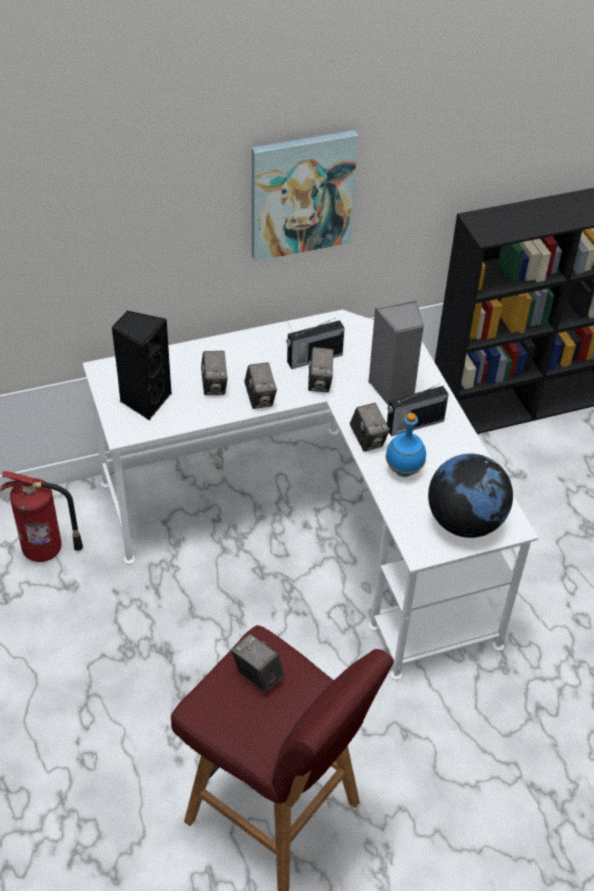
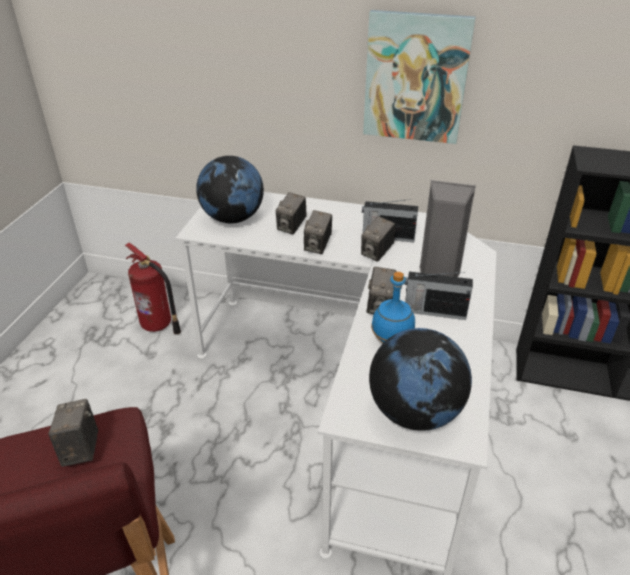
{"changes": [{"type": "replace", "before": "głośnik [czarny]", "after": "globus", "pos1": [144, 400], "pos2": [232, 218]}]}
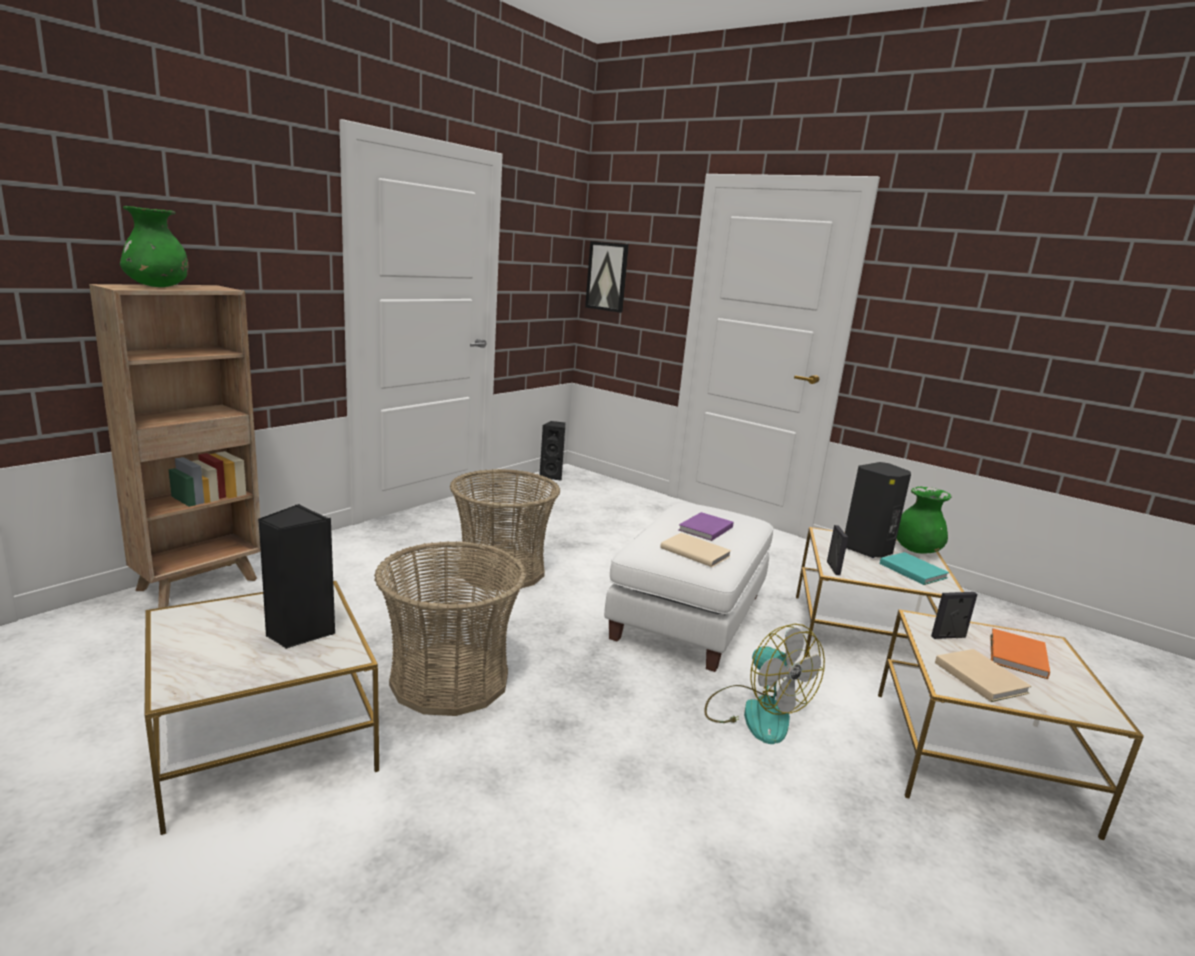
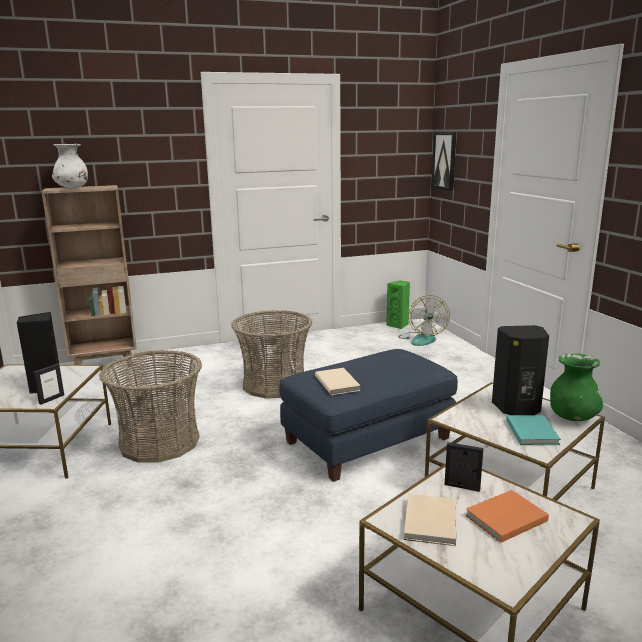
{"changes": [{"type": "move", "before": "ramka na zdjęcie", "pos1": [833, 568], "pos2": [51, 399]}, {"type": "recolor", "before": "wazon [zielony]", "after": "wazon [biały]", "pos1": [157, 287], "pos2": [72, 188]}, {"type": "recolor", "before": "pufa [biały]", "after": "pufa [niebieski]", "pos1": [688, 616], "pos2": [367, 440]}, {"type": "recolor", "before": "głośnik [czarny]", "after": "głośnik [zielony]", "pos1": [552, 476], "pos2": [398, 325]}, {"type": "move", "before": "wentylator", "pos1": [755, 713], "pos2": [422, 339]}, {"type": "delete", "before": "książka [fioletowy]", "pos1": [704, 529]}]}
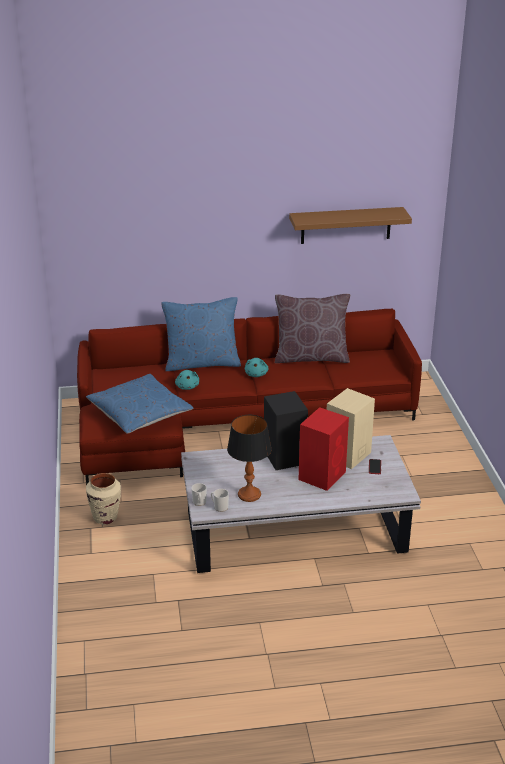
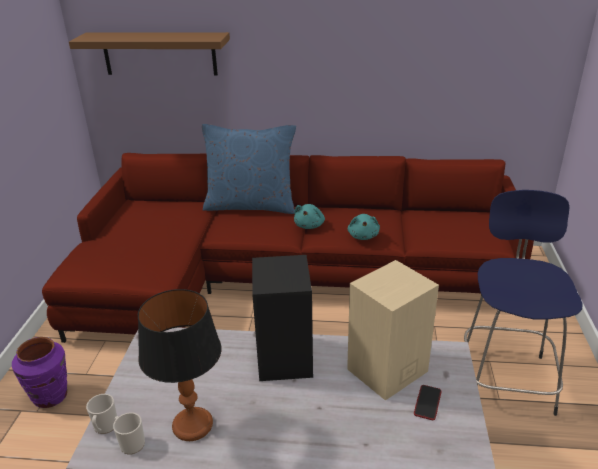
{"changes": [{"type": "recolor", "before": "wazon [beżowy]", "after": "wazon [fioletowy]", "pos1": [105, 517], "pos2": [51, 396]}, {"type": "move", "before": "półka [brązowy]", "pos1": [346, 225], "pos2": [159, 53]}, {"type": "move", "before": "pluszak [turkusowy]", "pos1": [187, 386], "pos2": [363, 236]}, {"type": "insert", "after": "stołek [niebieski]", "pos2": [506, 377]}, {"type": "delete", "before": "poduszka [niebieski]", "pos1": [140, 414]}, {"type": "delete", "before": "poduszka [brązowy]", "pos1": [311, 357]}, {"type": "delete", "before": "głośnik [czerwony]", "pos1": [322, 475]}]}
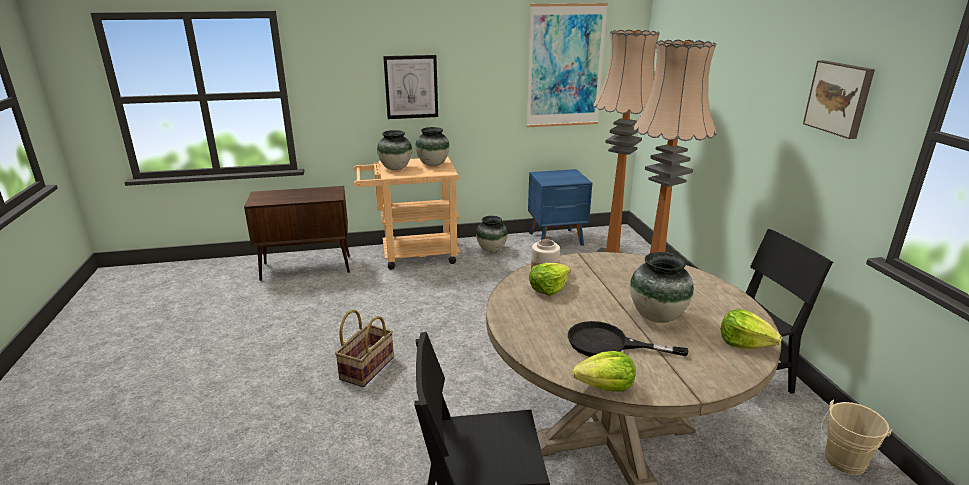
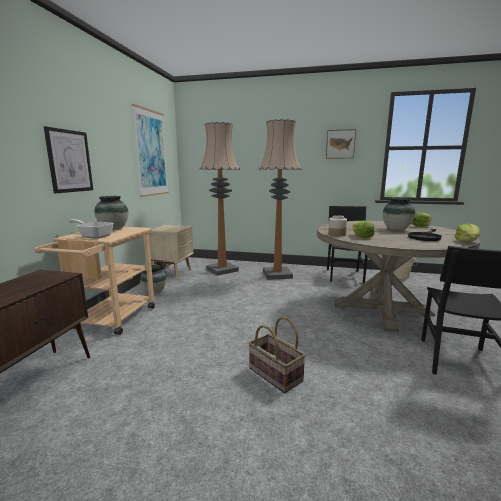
{"changes": [{"type": "replace", "before": "wazon", "after": "patelnia", "pos1": [396, 168], "pos2": [94, 236]}, {"type": "recolor", "before": "szafka nocna [niebieski]", "after": "szafka nocna [beżowy]", "pos1": [557, 239], "pos2": [173, 273]}]}
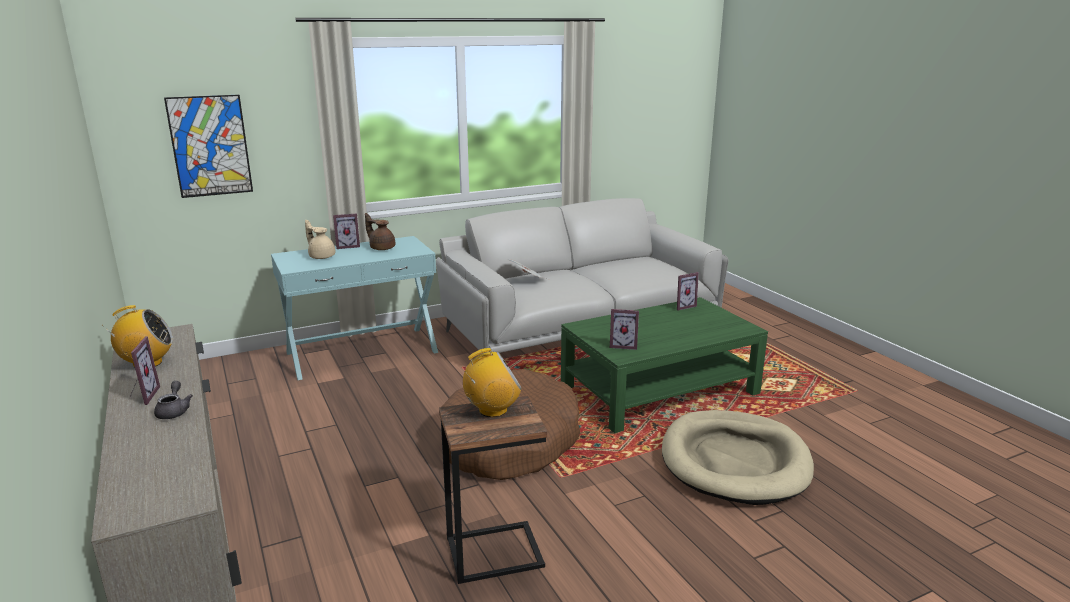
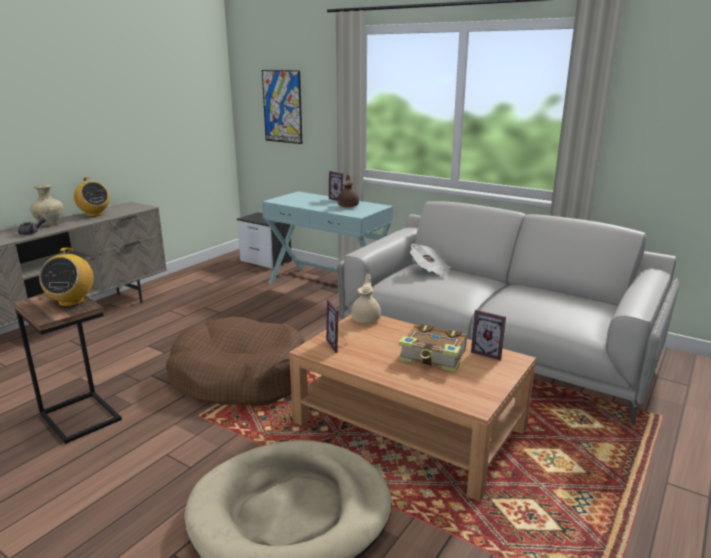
{"changes": [{"type": "replace", "before": "ramka na zdjęcie", "after": "wazon [beżowy]", "pos1": [142, 396], "pos2": [50, 224]}, {"type": "rotate", "before": "radio", "pos1": [492, 410], "pos2": [71, 301], "turn": 45}, {"type": "insert", "after": "szafka nocna", "pos2": [266, 261]}, {"type": "recolor", "before": "ława [zielony]", "after": "ława [brązowy]", "pos1": [659, 389], "pos2": [409, 425]}, {"type": "move", "before": "imbryk [beżowy]", "pos1": [321, 256], "pos2": [366, 318]}, {"type": "insert", "after": "książka", "pos2": [433, 357]}]}
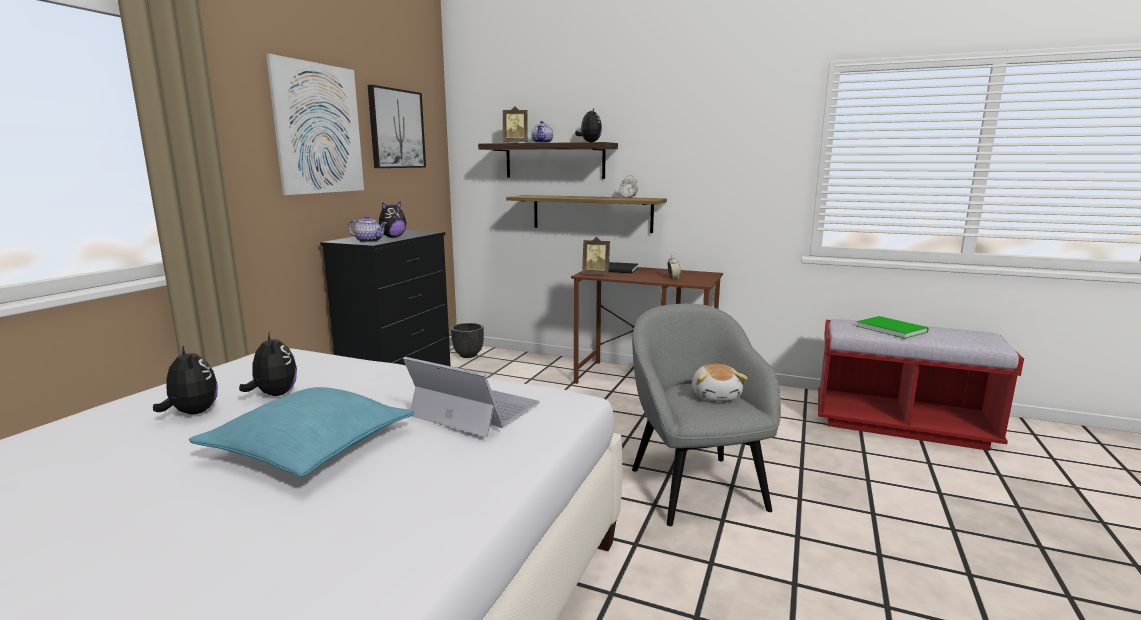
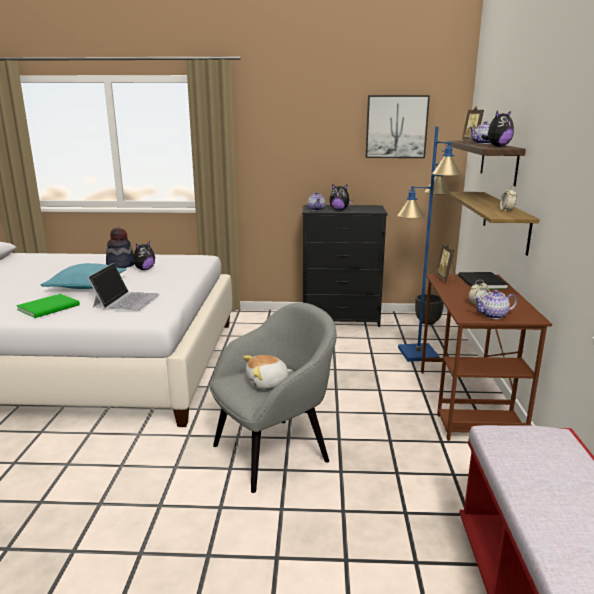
{"changes": [{"type": "move", "before": "książka [zielony]", "pos1": [890, 328], "pos2": [50, 307]}, {"type": "replace", "before": "pluszak", "after": "kapelusz", "pos1": [192, 413], "pos2": [121, 265]}, {"type": "insert", "after": "lampa stojąca [niebieski]", "pos2": [417, 354]}, {"type": "insert", "after": "imbryk", "pos2": [493, 315]}, {"type": "delete", "before": "obraz", "pos1": [319, 129]}]}
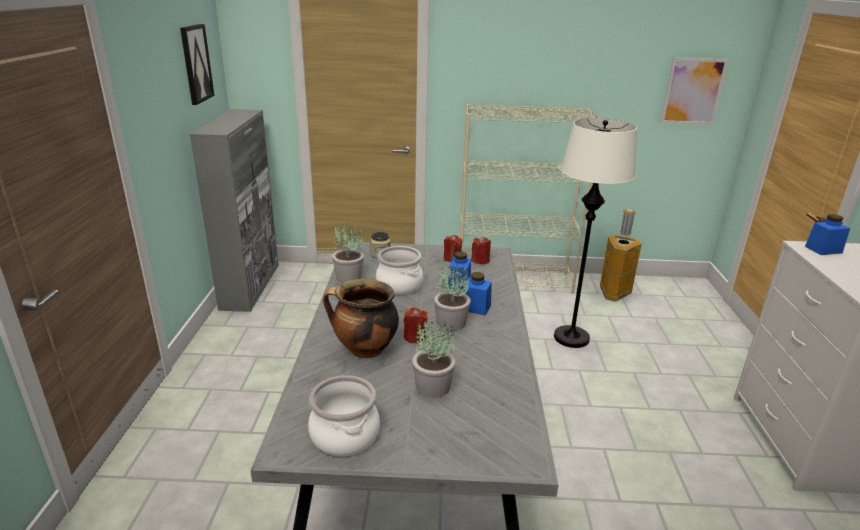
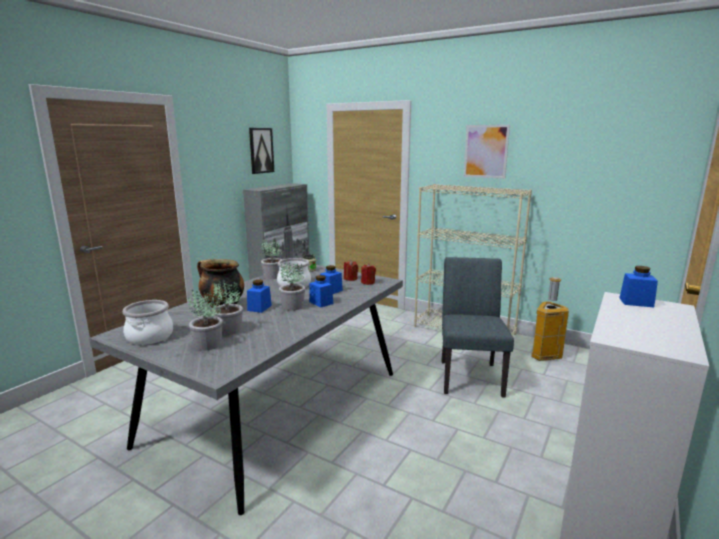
{"changes": [{"type": "insert", "after": "roślina doniczkowa", "pos2": [207, 344]}, {"type": "replace", "before": "świeca [czerwony]", "after": "słoik [niebieski]", "pos1": [415, 337], "pos2": [259, 308]}, {"type": "replace", "before": "lampa stojąca [biały]", "after": "krzesło [szary]", "pos1": [571, 337], "pos2": [470, 375]}, {"type": "move", "before": "obraz", "pos1": [693, 91], "pos2": [486, 151]}]}
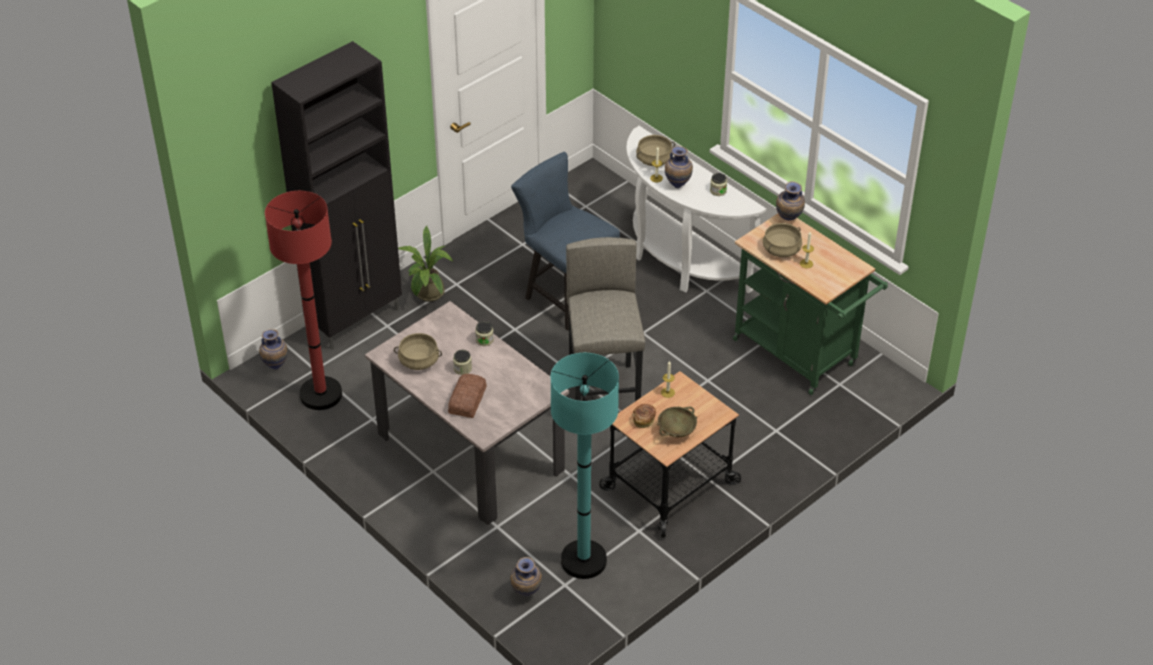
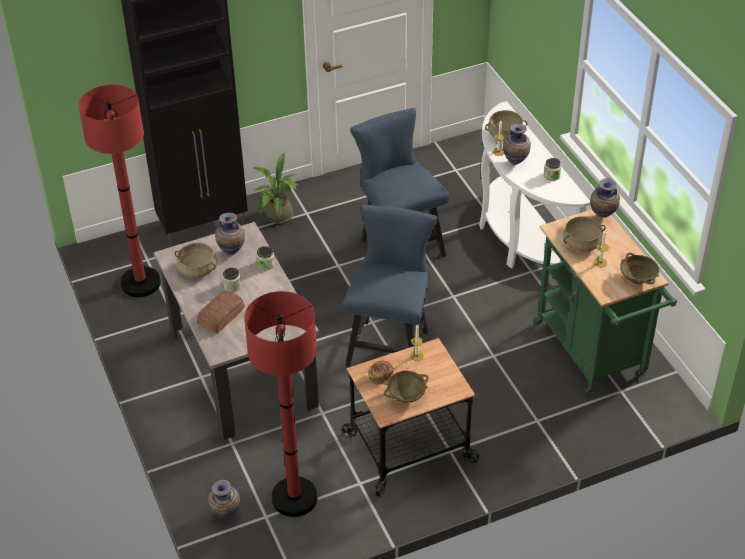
{"changes": [{"type": "move", "before": "wazon", "pos1": [276, 366], "pos2": [232, 252]}, {"type": "recolor", "before": "lampa stojąca [turkusowy]", "after": "lampa stojąca [czerwony]", "pos1": [583, 560], "pos2": [294, 498]}, {"type": "replace", "before": "stołek [szary]", "after": "krzesło [niebieski]", "pos1": [604, 393], "pos2": [390, 344]}, {"type": "insert", "after": "miska [beżowy]", "pos2": [637, 279]}]}
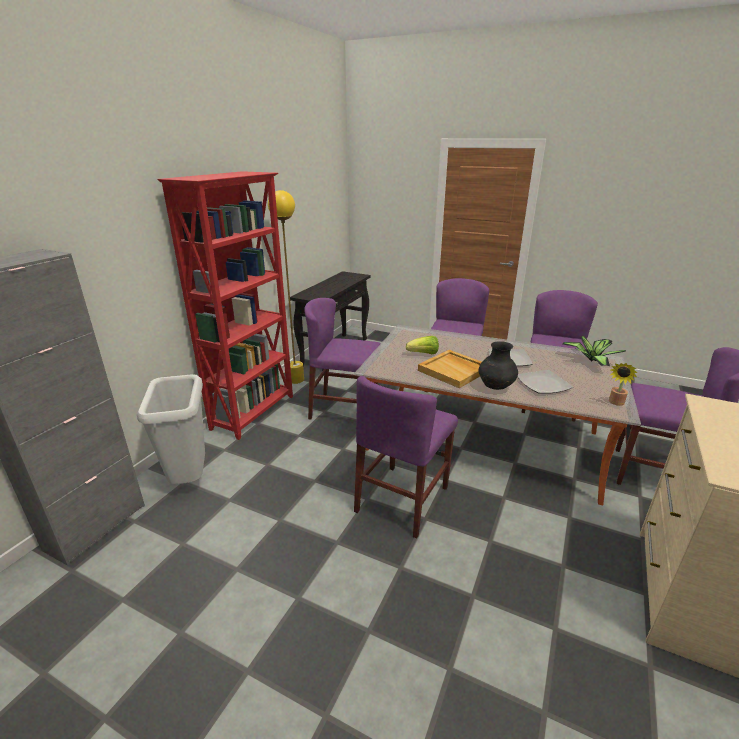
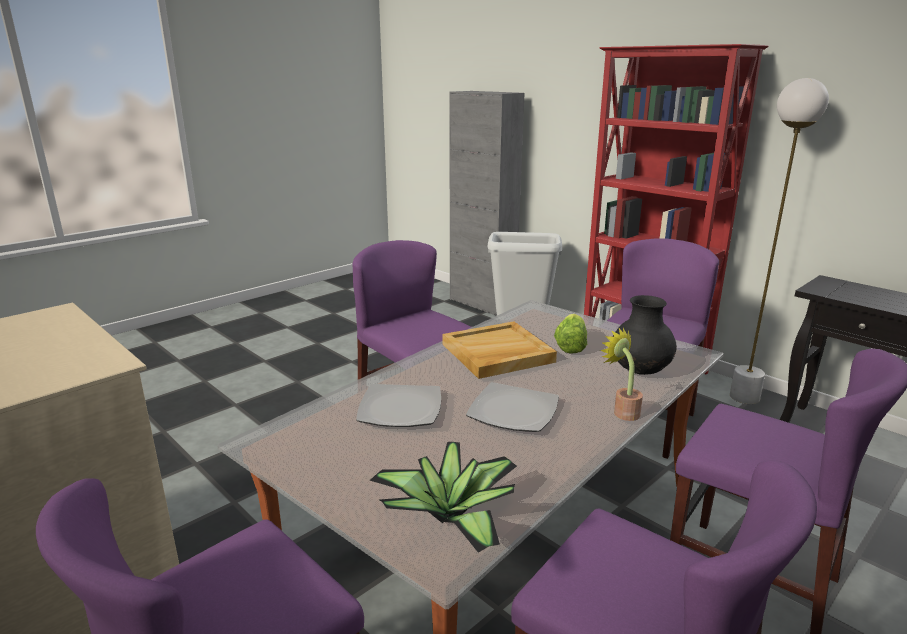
{"changes": [{"type": "move", "before": "roślina doniczkowa", "pos1": [615, 403], "pos2": [622, 411]}, {"type": "move", "before": "wazon [czarny]", "pos1": [495, 387], "pos2": [640, 371]}, {"type": "recolor", "before": "lampa stojąca [żółty]", "after": "lampa stojąca [biały]", "pos1": [296, 380], "pos2": [744, 397]}]}
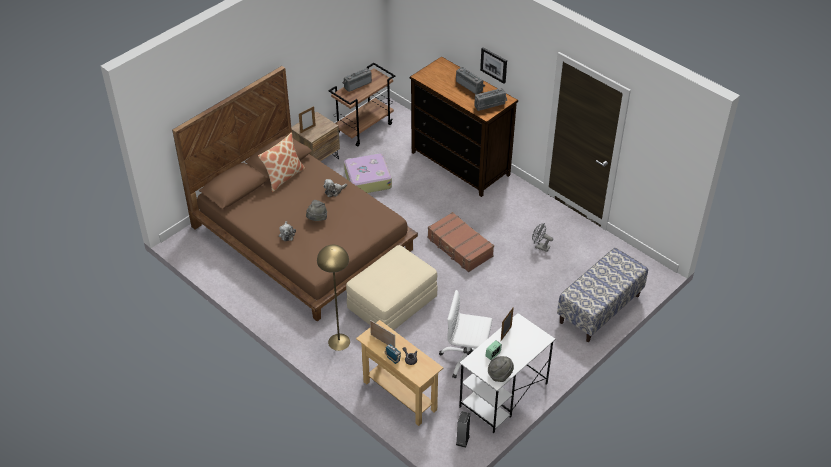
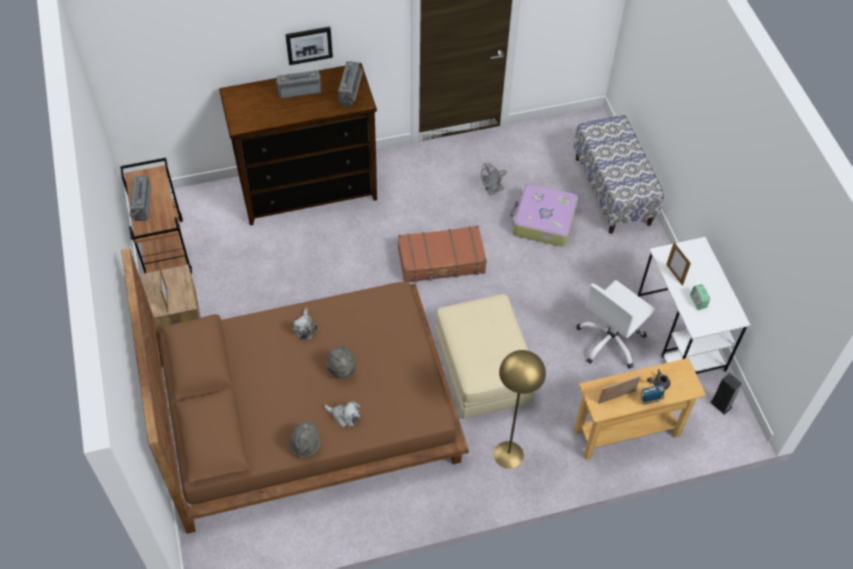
{"changes": [{"type": "move", "before": "kapelusz [szary]", "pos1": [500, 374], "pos2": [306, 445]}, {"type": "move", "before": "walizka", "pos1": [367, 179], "pos2": [543, 221]}, {"type": "delete", "before": "poduszka", "pos1": [283, 177]}]}
